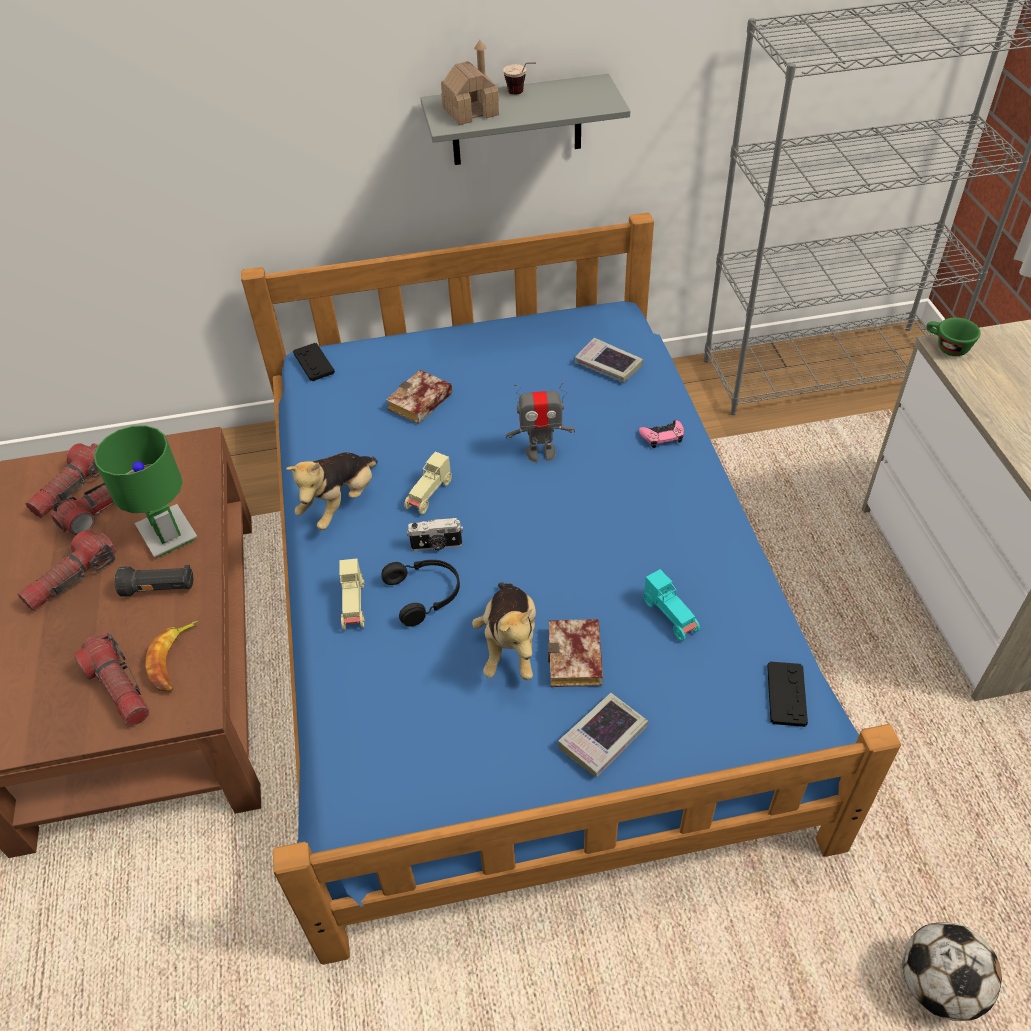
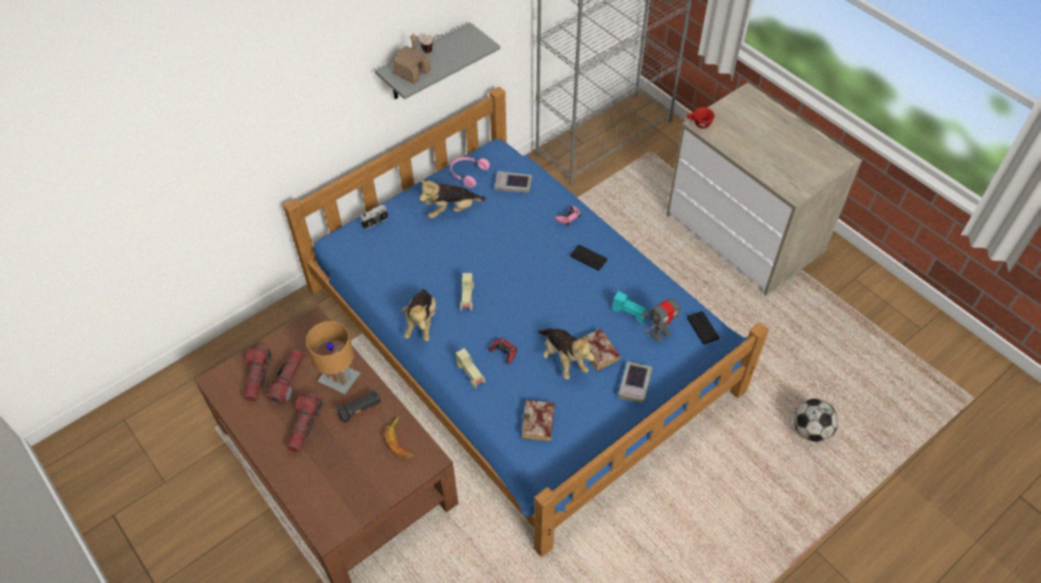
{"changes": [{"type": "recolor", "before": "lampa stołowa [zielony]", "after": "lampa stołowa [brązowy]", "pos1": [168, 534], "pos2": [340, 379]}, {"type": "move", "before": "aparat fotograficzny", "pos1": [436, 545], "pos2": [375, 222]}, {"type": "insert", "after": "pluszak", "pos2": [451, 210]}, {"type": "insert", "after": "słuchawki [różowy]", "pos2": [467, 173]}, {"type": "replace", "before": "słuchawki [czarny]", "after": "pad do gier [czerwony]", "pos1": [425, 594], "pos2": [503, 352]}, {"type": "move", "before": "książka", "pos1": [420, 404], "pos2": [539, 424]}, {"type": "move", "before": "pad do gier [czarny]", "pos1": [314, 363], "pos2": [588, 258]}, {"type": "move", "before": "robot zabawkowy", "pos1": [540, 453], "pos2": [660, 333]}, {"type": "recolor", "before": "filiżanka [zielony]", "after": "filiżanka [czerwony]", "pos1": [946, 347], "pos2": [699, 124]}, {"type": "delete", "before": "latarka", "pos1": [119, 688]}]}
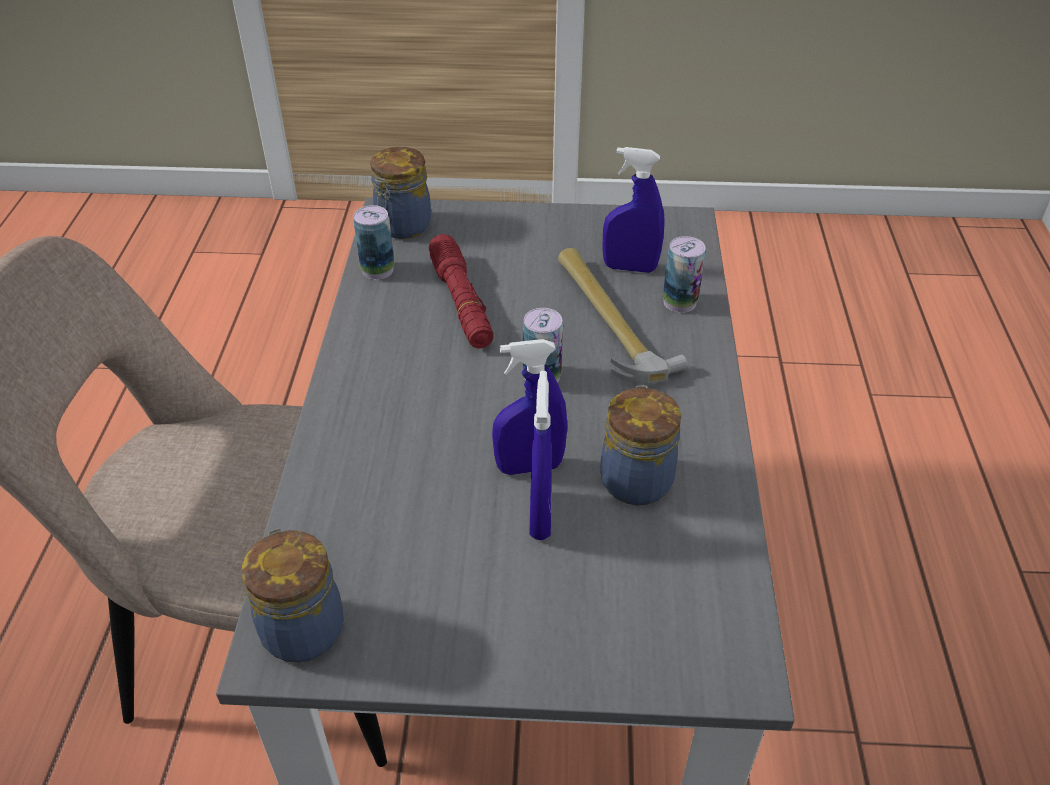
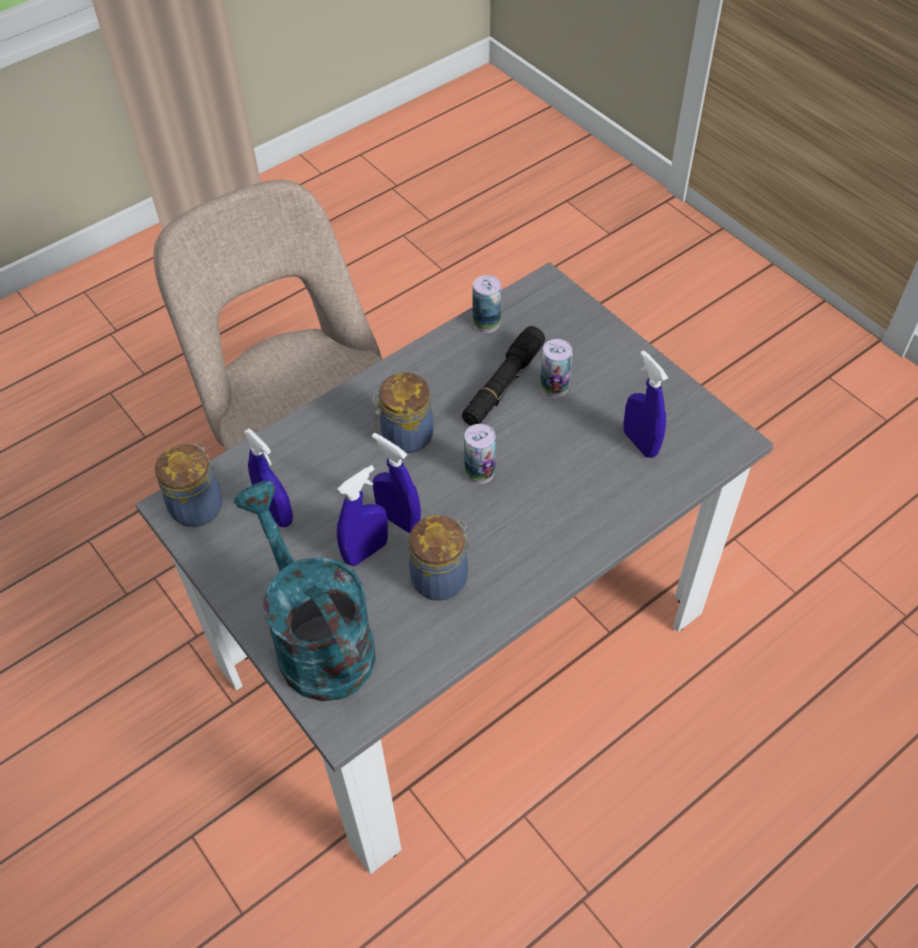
{"changes": [{"type": "insert", "after": "konewka [turkusowy]", "pos2": [316, 637]}, {"type": "insert", "after": "spryskiwacz [niebieski]", "pos2": [276, 513]}, {"type": "move", "before": "słoik", "pos1": [402, 227], "pos2": [405, 436]}, {"type": "recolor", "before": "latarka [czerwony]", "after": "latarka [czarny]", "pos1": [461, 302], "pos2": [503, 384]}, {"type": "move", "before": "puszka", "pos1": [679, 302], "pos2": [554, 387]}, {"type": "delete", "before": "młotek", "pos1": [609, 319]}]}
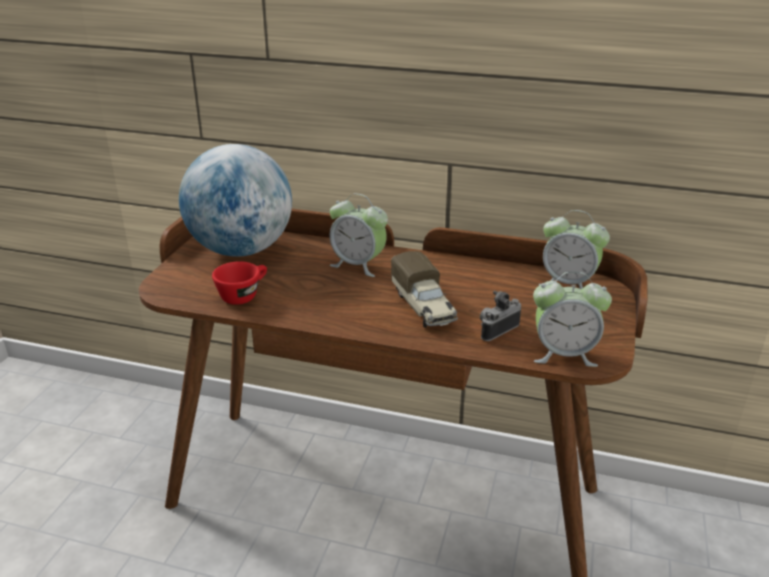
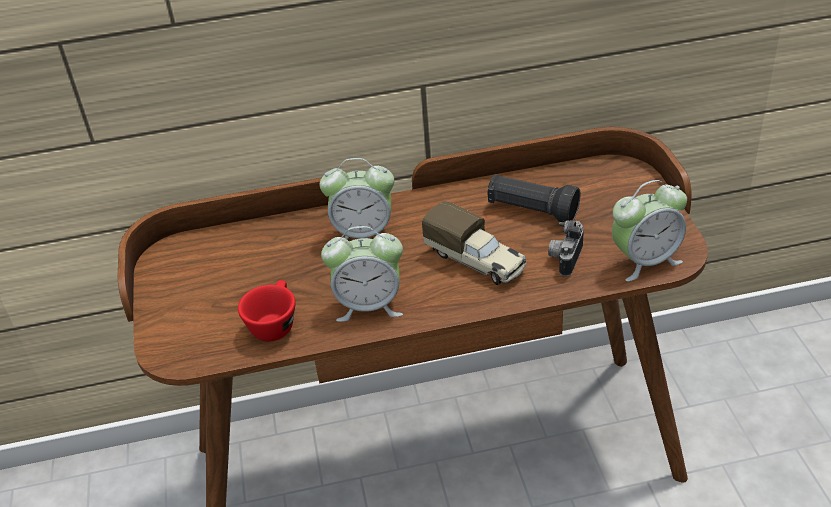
{"changes": [{"type": "move", "before": "budzik", "pos1": [568, 284], "pos2": [369, 305]}, {"type": "insert", "after": "latarka [czarny]", "pos2": [531, 210]}, {"type": "delete", "before": "globus", "pos1": [241, 250]}]}
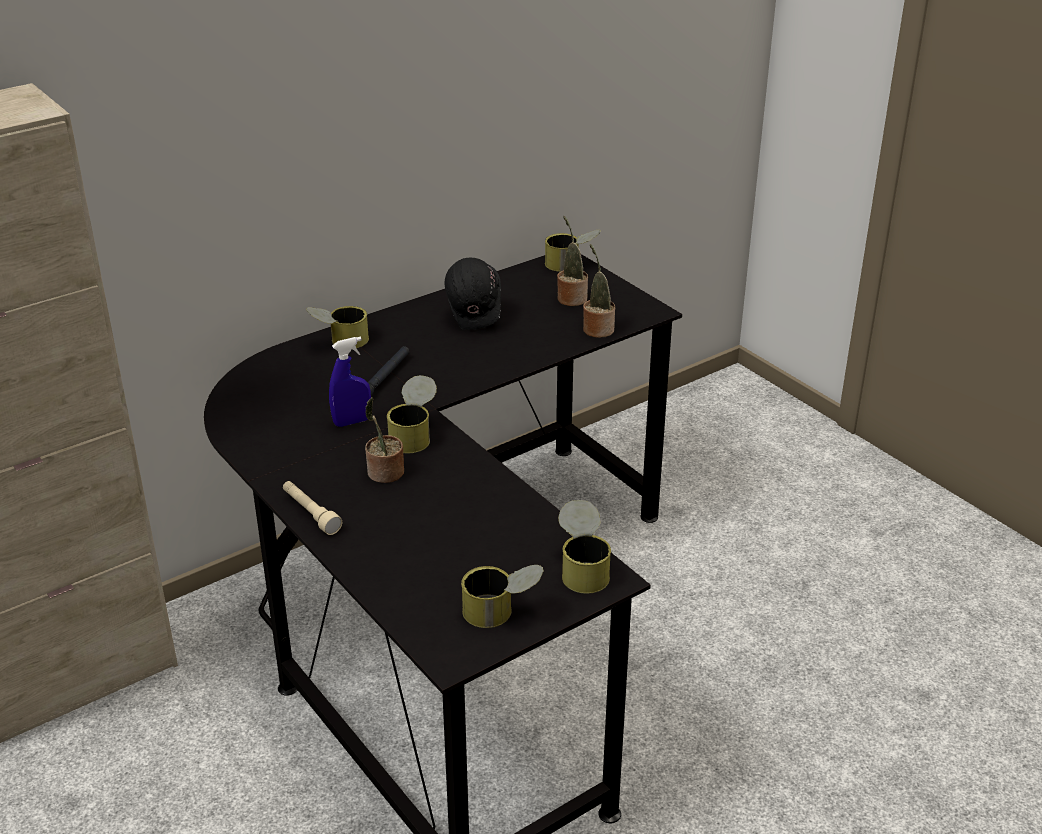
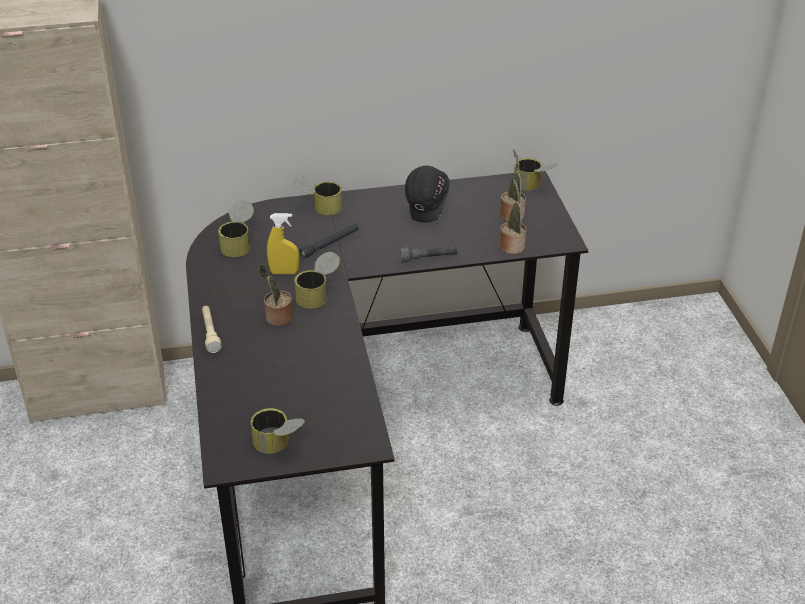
{"changes": [{"type": "move", "before": "puszka", "pos1": [583, 568], "pos2": [239, 243]}, {"type": "recolor", "before": "spryskiwacz [niebieski]", "after": "spryskiwacz [żółty]", "pos1": [352, 422], "pos2": [284, 272]}, {"type": "insert", "after": "latarka [szary]", "pos2": [428, 258]}]}
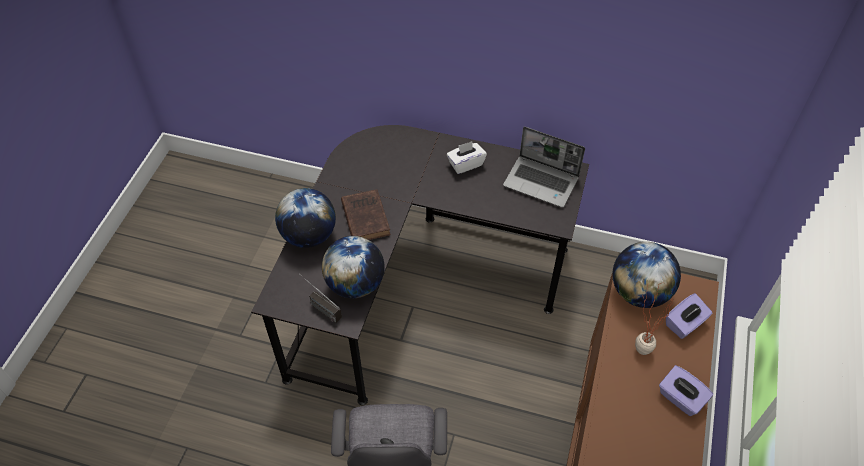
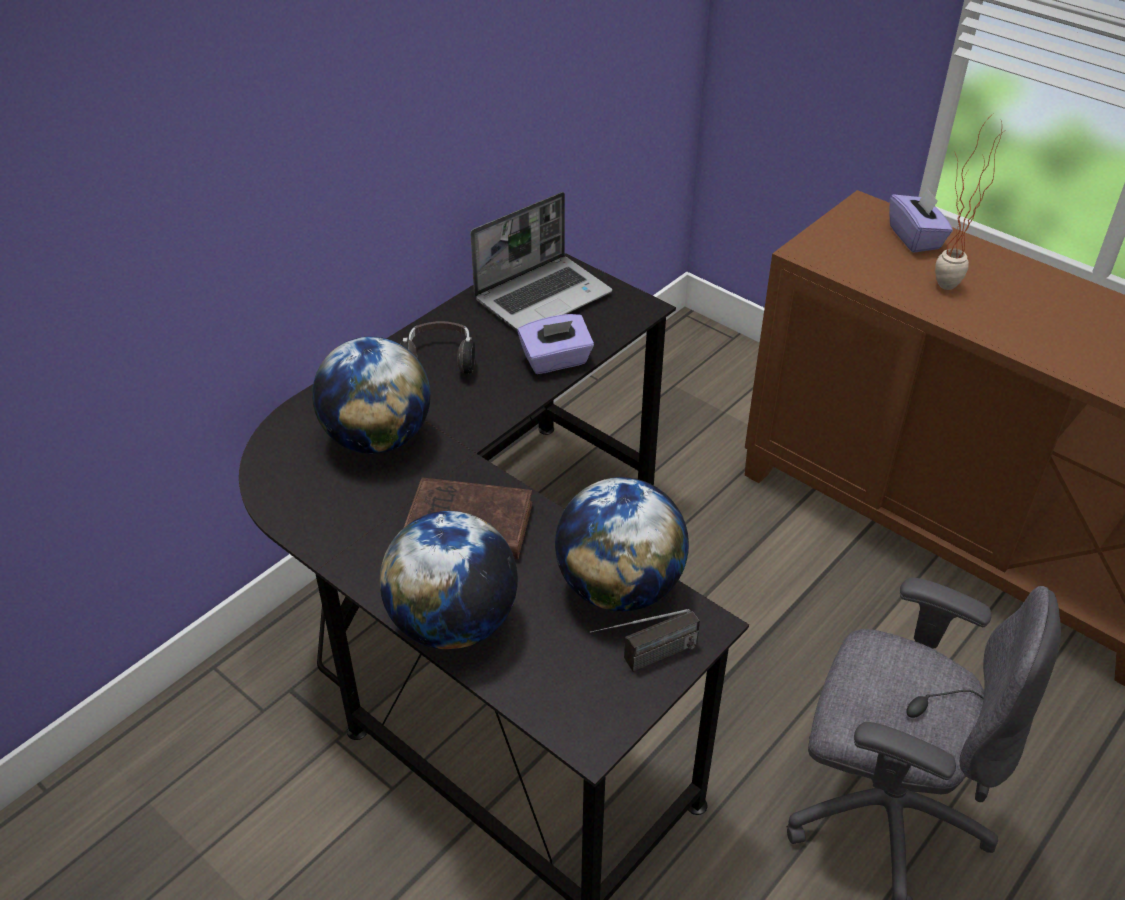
{"changes": [{"type": "move", "before": "globus", "pos1": [639, 292], "pos2": [378, 438]}, {"type": "replace", "before": "pudełko chusteczek [biały]", "after": "słuchawki", "pos1": [465, 164], "pos2": [440, 360]}, {"type": "move", "before": "pudełko chusteczek [fioletowy]", "pos1": [680, 398], "pos2": [556, 361]}]}
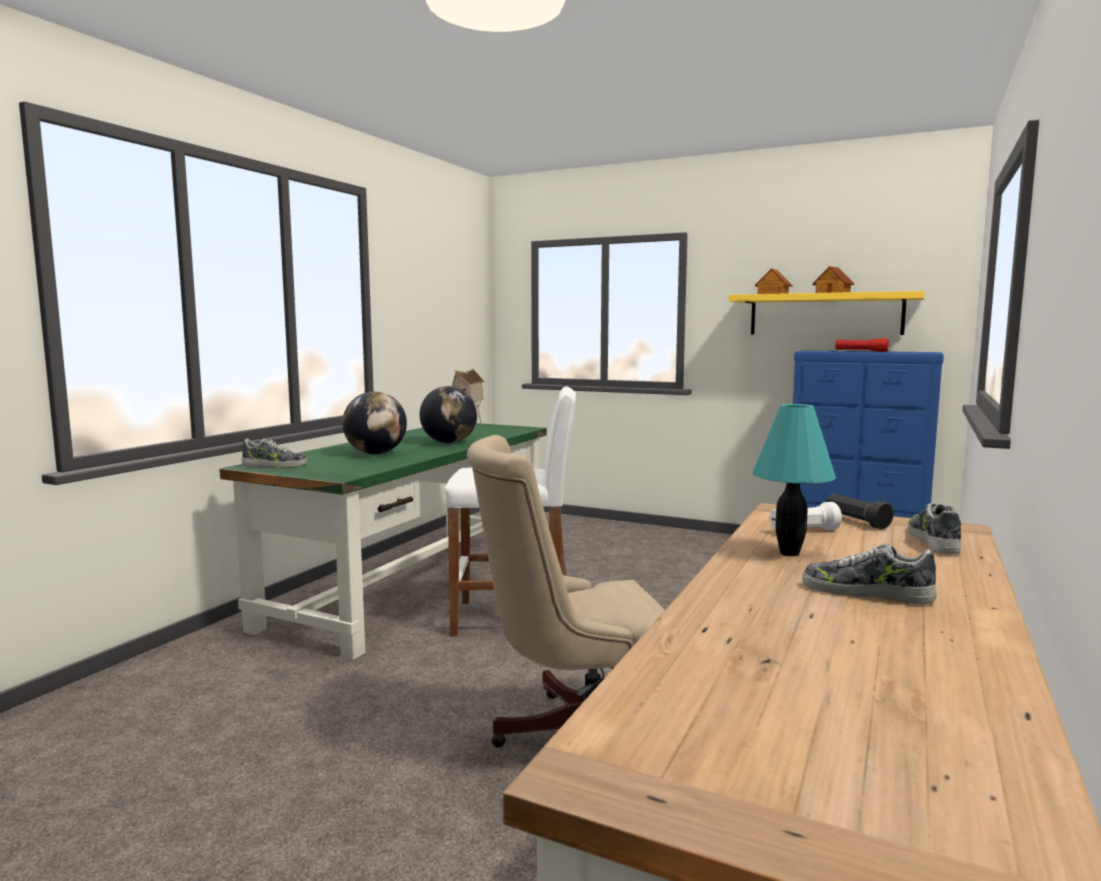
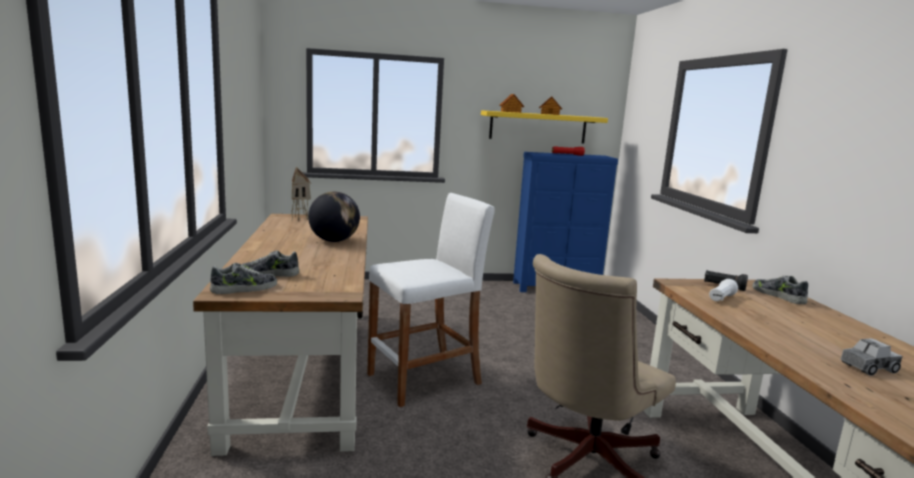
{"changes": [{"type": "recolor", "before": "biurko [zielony]", "after": "biurko [brązowy]", "pos1": [414, 584], "pos2": [305, 366]}, {"type": "move", "before": "but", "pos1": [866, 592], "pos2": [269, 274]}, {"type": "insert", "after": "ciężarówka zabawkowa", "pos2": [868, 368]}, {"type": "delete", "before": "globus", "pos1": [376, 453]}, {"type": "delete", "before": "lampa stołowa [turkusowy]", "pos1": [790, 553]}]}
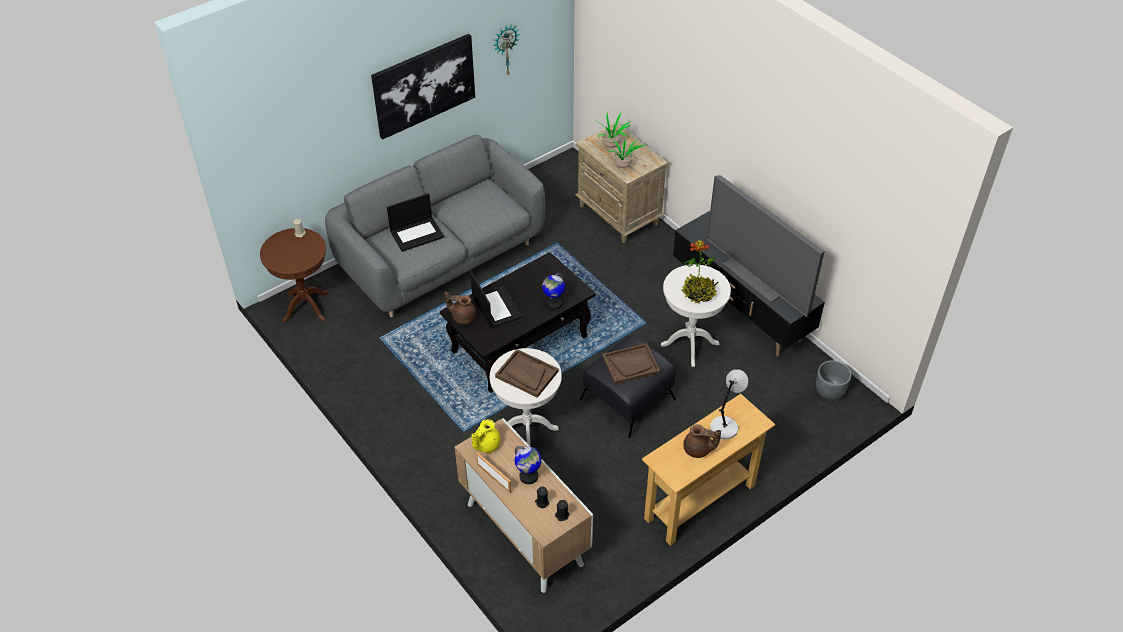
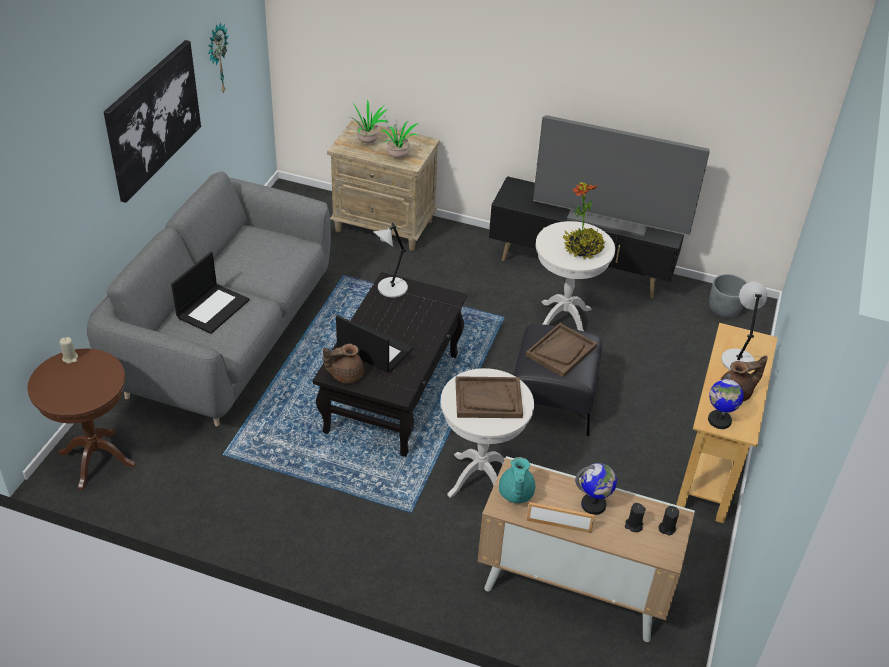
{"changes": [{"type": "insert", "after": "lampa stołowa [szary]", "pos2": [391, 289]}, {"type": "recolor", "before": "imbryk [żółty]", "after": "imbryk [turkusowy]", "pos1": [485, 445], "pos2": [515, 494]}, {"type": "move", "before": "globus", "pos1": [553, 303], "pos2": [719, 420]}]}
